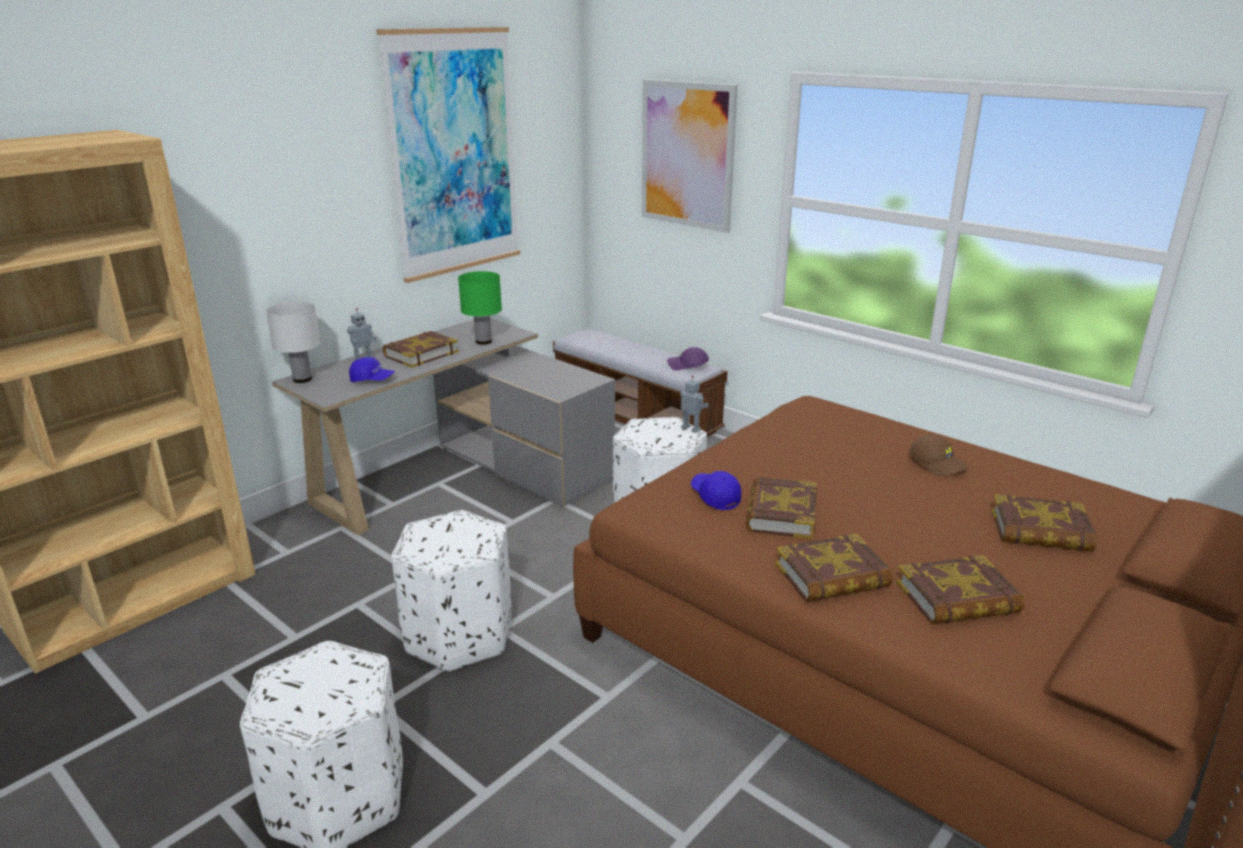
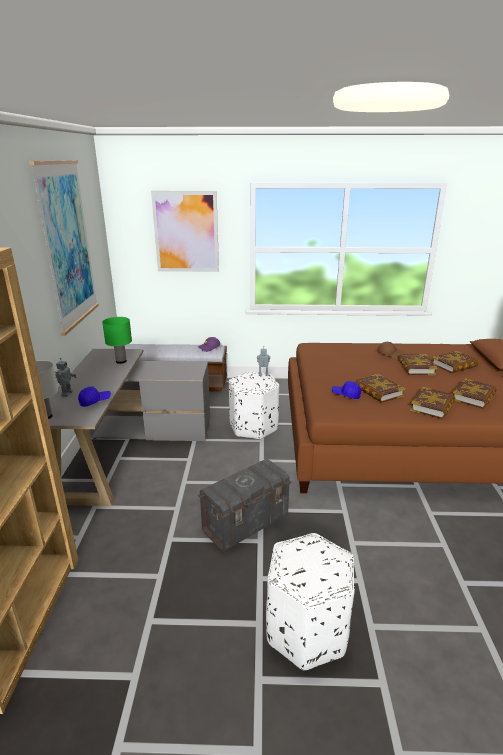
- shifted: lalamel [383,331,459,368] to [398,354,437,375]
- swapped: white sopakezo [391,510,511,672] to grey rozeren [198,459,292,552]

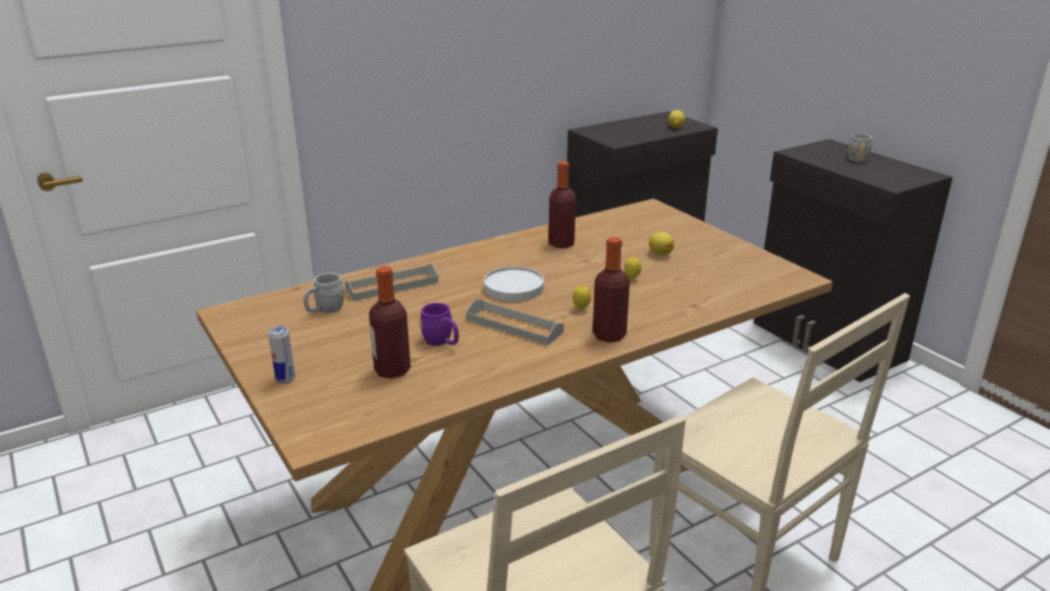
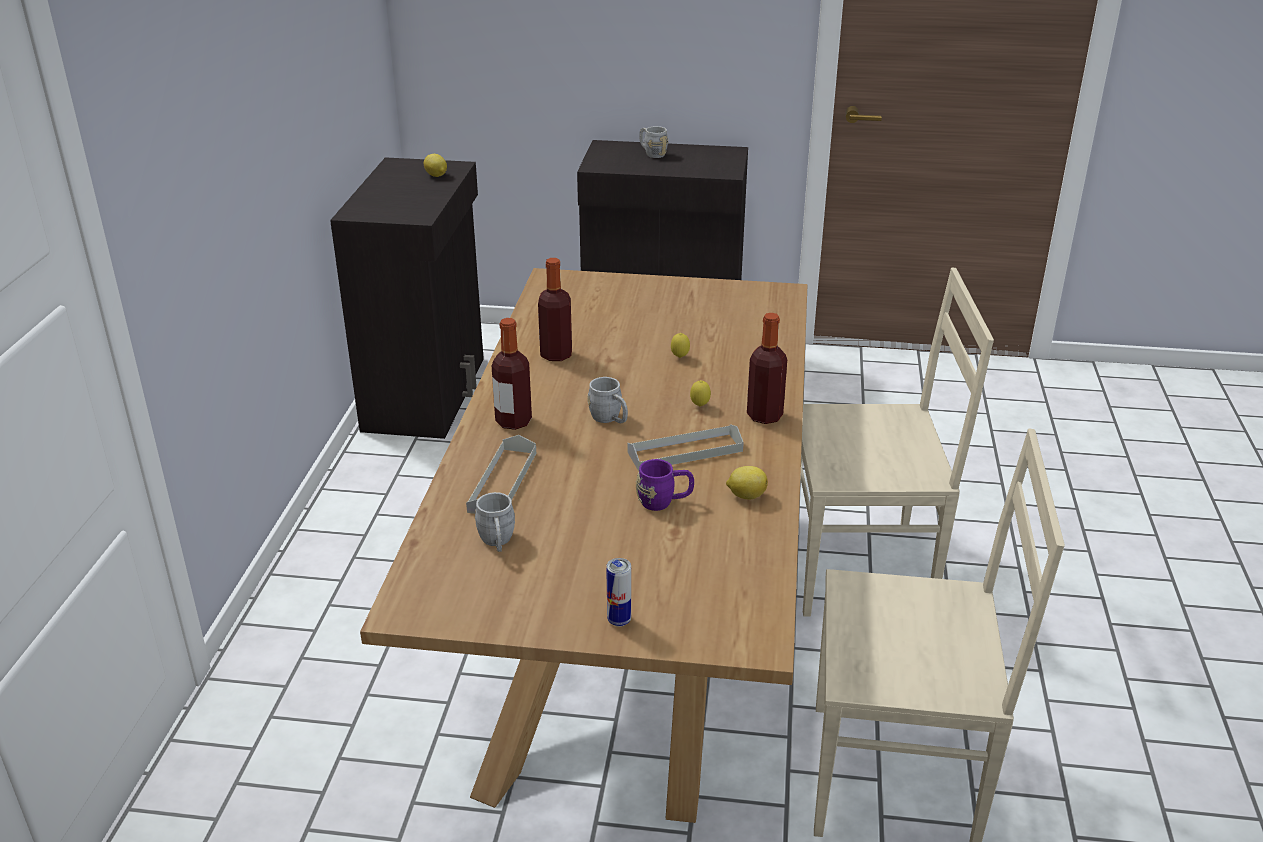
- shifted: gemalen [649,232,674,256] to [726,466,768,500]
- shifted: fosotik [369,266,411,379] to [492,318,532,430]
- swapped: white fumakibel [484,267,544,302] to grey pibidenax [587,377,628,423]

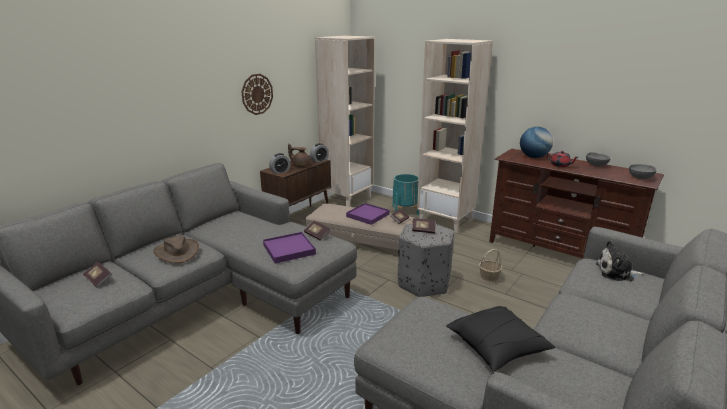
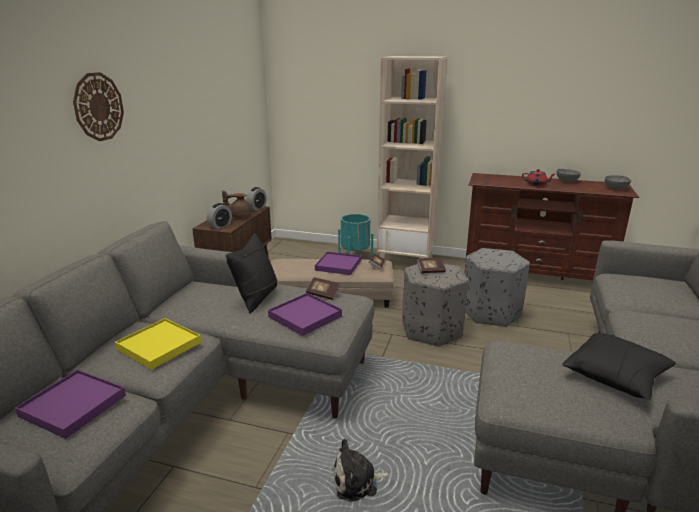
- gone: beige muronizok [315,36,375,207]
- shifted: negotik [241,74,273,115] to [73,72,124,141]
- gone: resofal [520,127,553,158]
- swapped: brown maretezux [154,235,199,263] to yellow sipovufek [115,318,201,370]
- shifted: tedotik [595,241,644,281] to [332,439,390,502]
- swapped: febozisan [479,249,503,284] to grey sopakezo [465,248,530,327]
- swapped: lalamel [83,262,112,288] to purple sipovufek [15,370,126,439]
- new: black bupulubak [225,233,278,313]

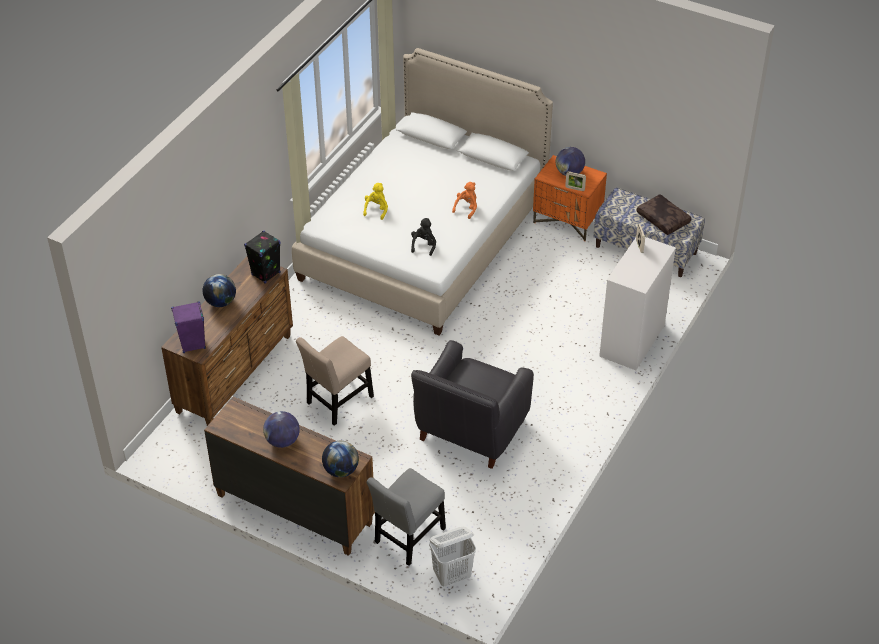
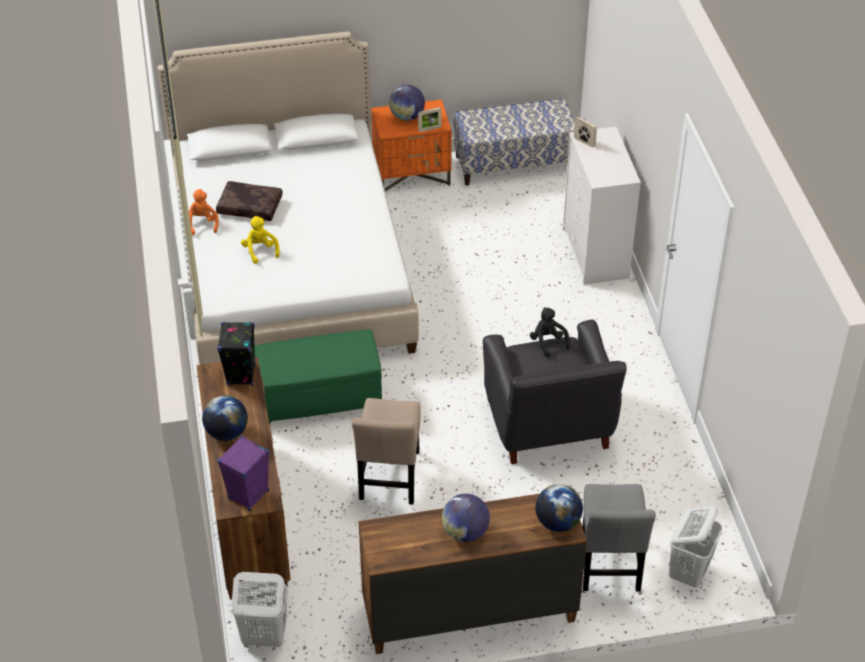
- shifted: orange tedotik [452,182,477,219] to [189,189,219,236]
- shifted: brown bupulubak [636,194,691,235] to [216,181,283,221]
- shifted: black tedotik [411,218,436,256] to [530,307,570,357]
- new: green sopakezo [254,329,382,425]
- new: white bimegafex [231,572,288,647]

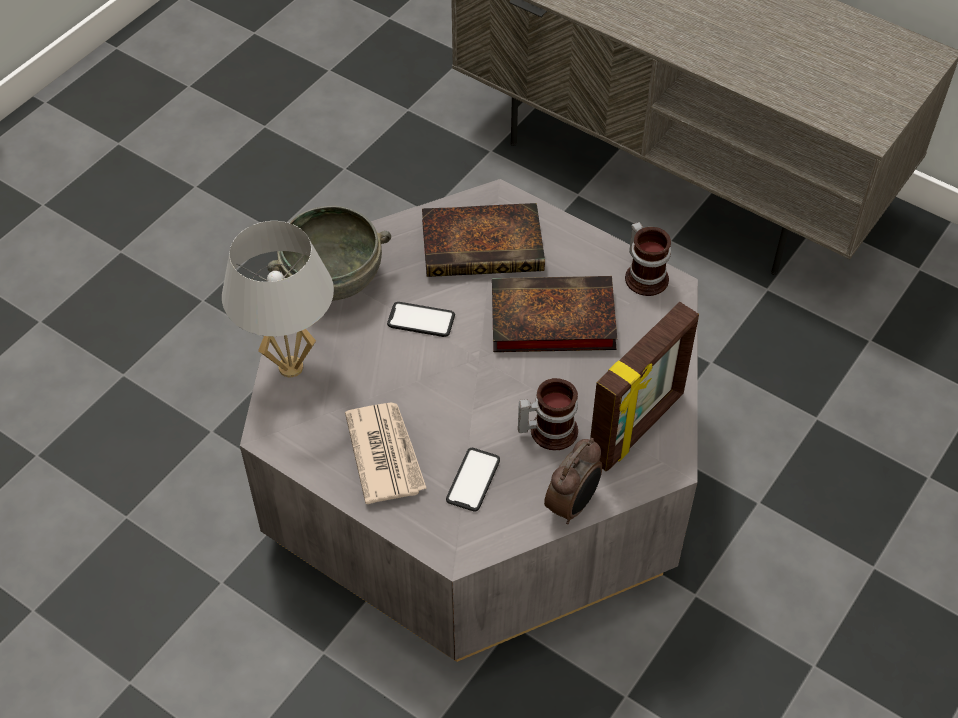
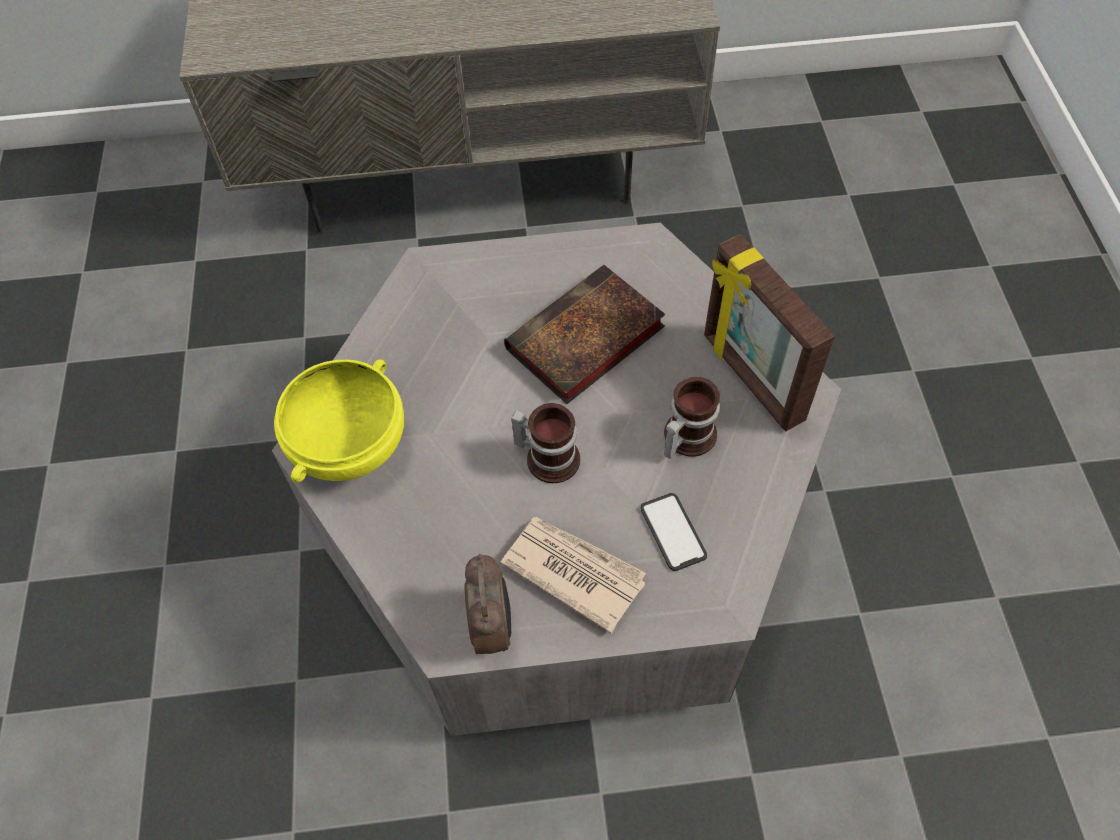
- gone: lalamel [422,203,545,277]
- repainted: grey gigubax [267,206,391,301] to yellow gigubax [274,359,404,482]
- gone: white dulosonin [222,221,334,377]
- shifted: pibidenax [625,222,671,296] to [511,403,580,483]
- gone: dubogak [387,302,455,337]
- rotated: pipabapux [590,302,699,471] = [704,234,835,432] 150 degrees clockwise
- shifted: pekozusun [544,438,602,524] to [465,554,511,654]

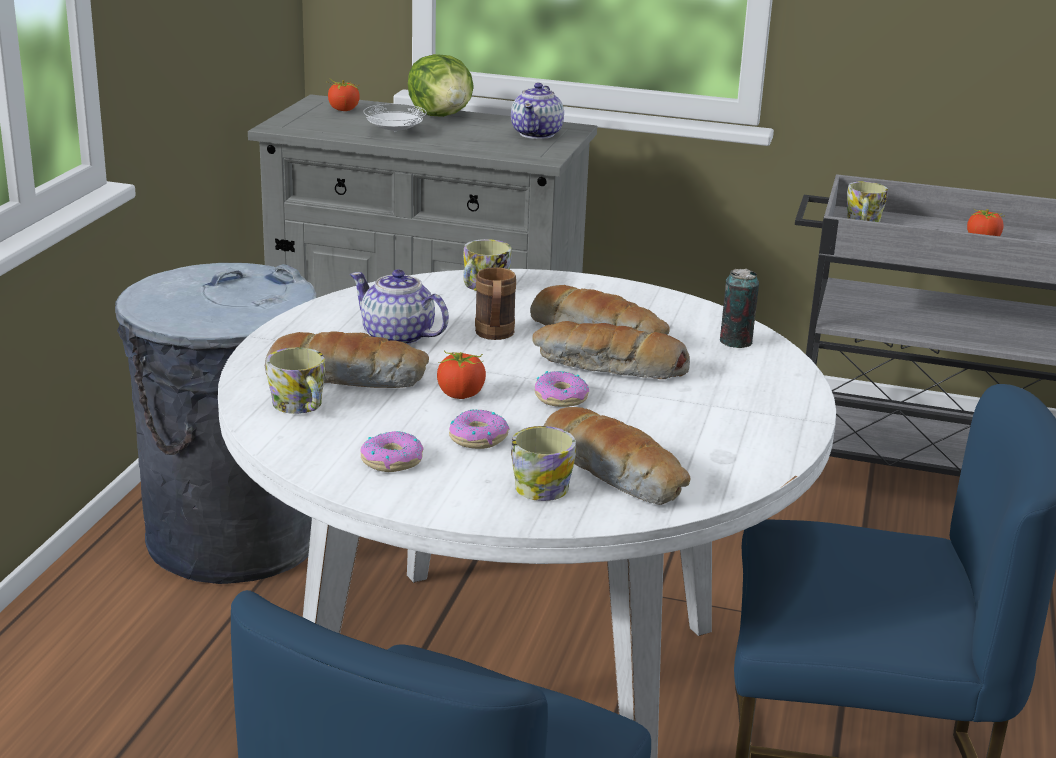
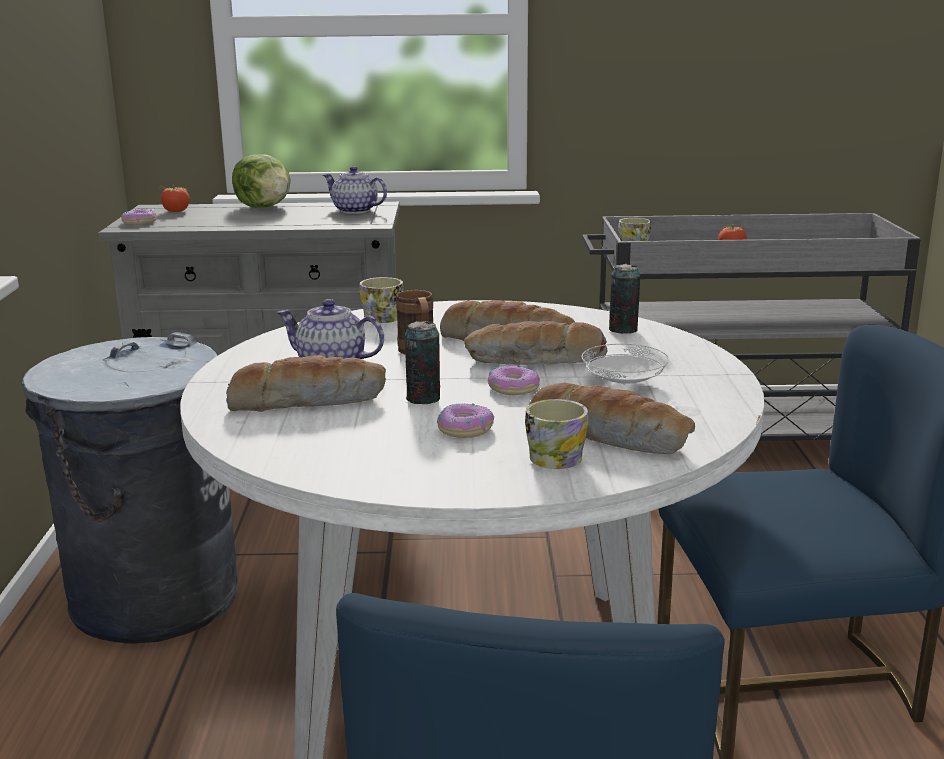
- rotated: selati [511,83,564,139] = [323,166,387,214] 120 degrees clockwise
- shifted: white fumakibel [363,104,427,133] to [582,344,669,385]
- gone: pibidenax [266,347,325,414]
- swapped: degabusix [437,351,486,399] to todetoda [405,321,440,404]
- shifted: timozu [361,431,424,472] to [121,209,156,225]

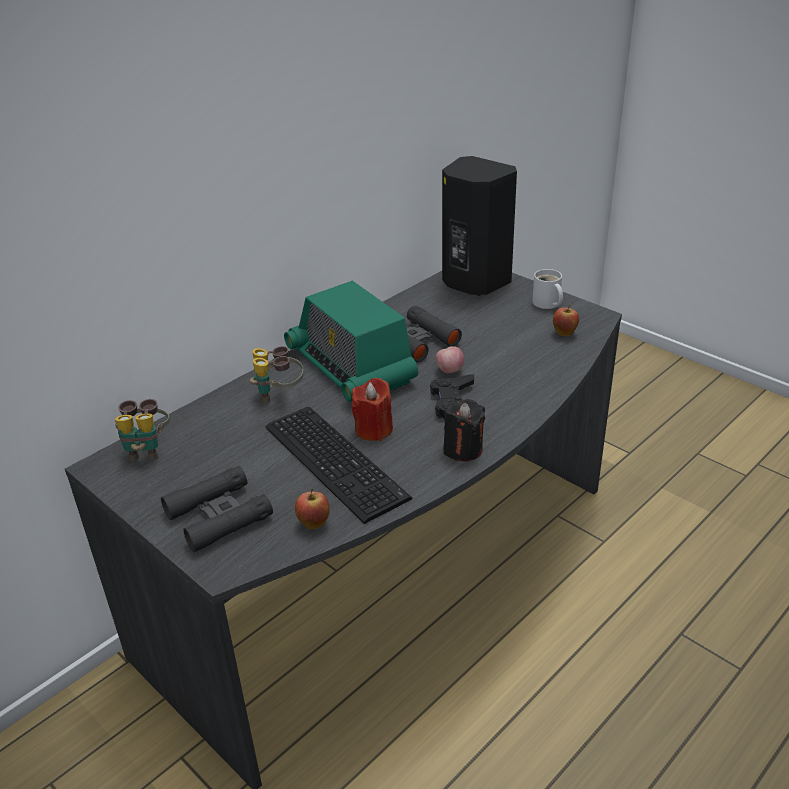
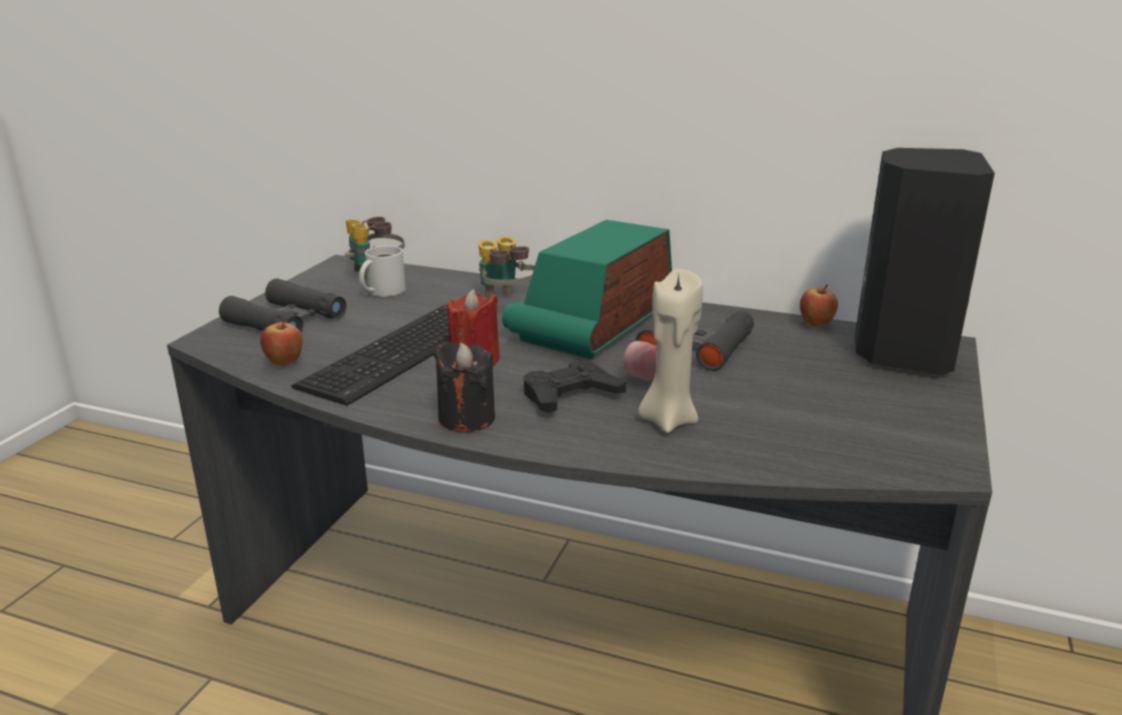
- shifted: white pibidenax [532,269,563,309] to [359,246,406,297]
- shifted: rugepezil [553,305,579,336] to [800,284,838,327]
- new: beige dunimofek [638,269,703,433]

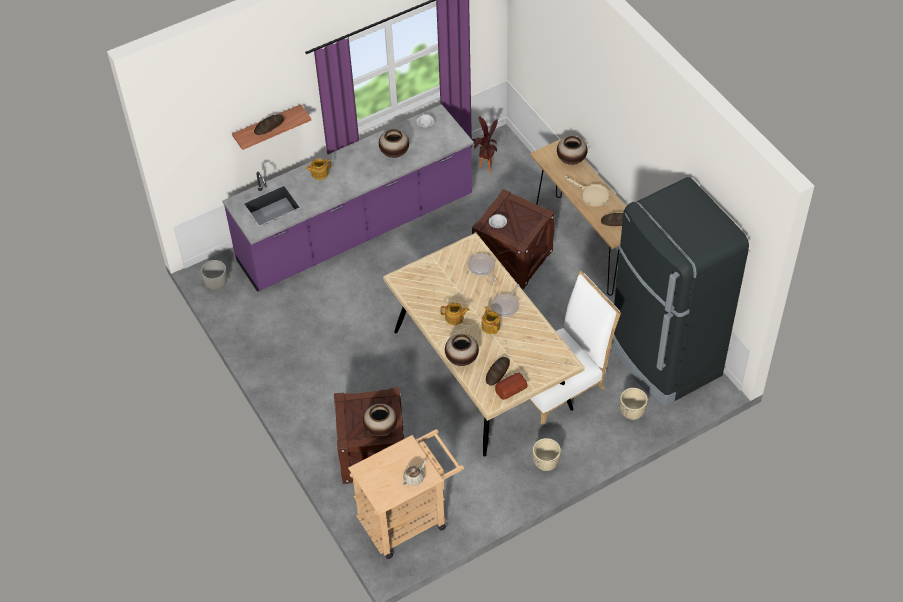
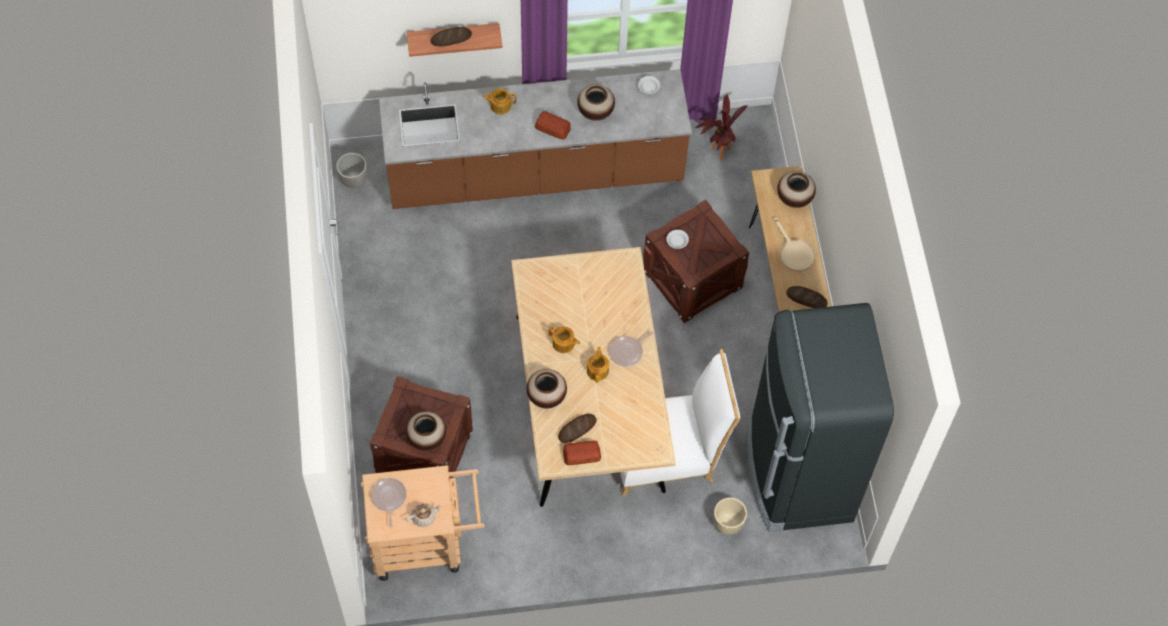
- repainted: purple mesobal [222,104,474,292] to brown mesobal [379,69,692,209]
- shifted: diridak [468,253,496,282] to [371,478,407,527]
- gone: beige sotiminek [532,438,561,471]
- new: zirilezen [535,111,571,140]

